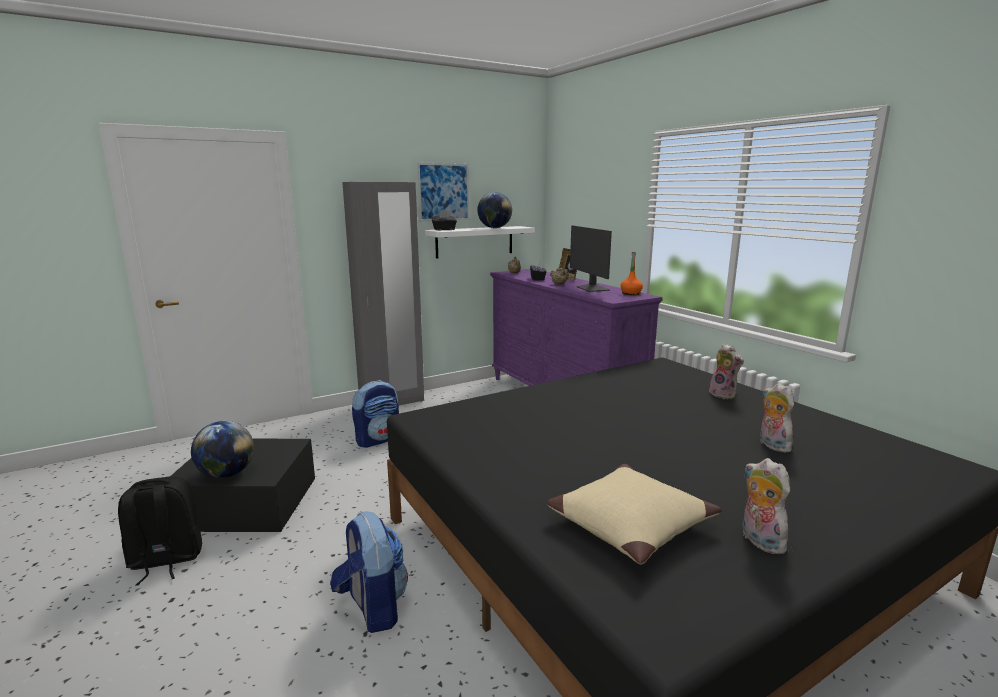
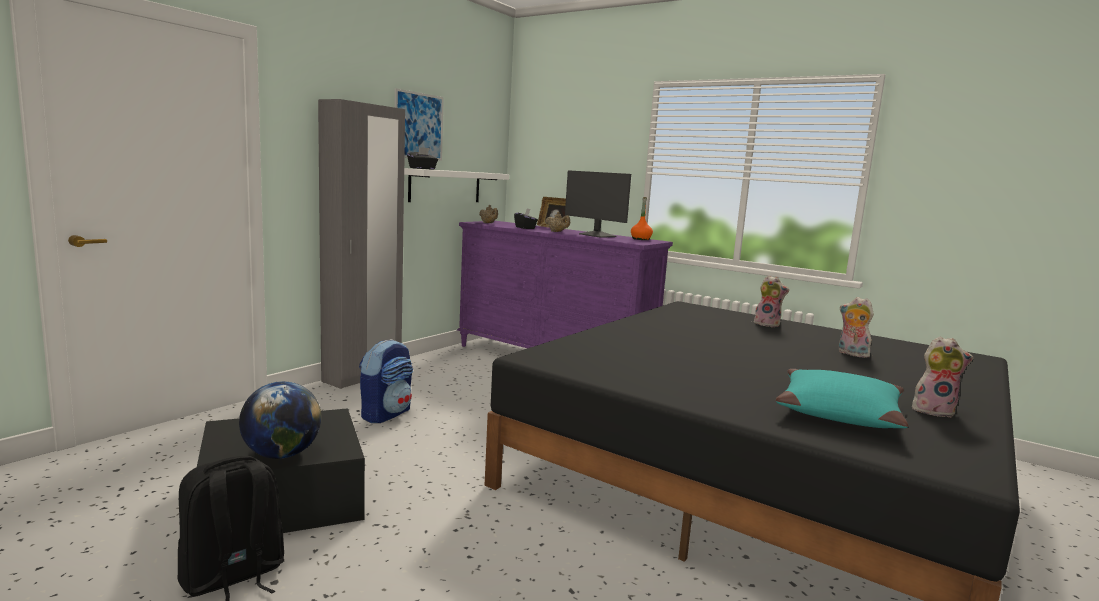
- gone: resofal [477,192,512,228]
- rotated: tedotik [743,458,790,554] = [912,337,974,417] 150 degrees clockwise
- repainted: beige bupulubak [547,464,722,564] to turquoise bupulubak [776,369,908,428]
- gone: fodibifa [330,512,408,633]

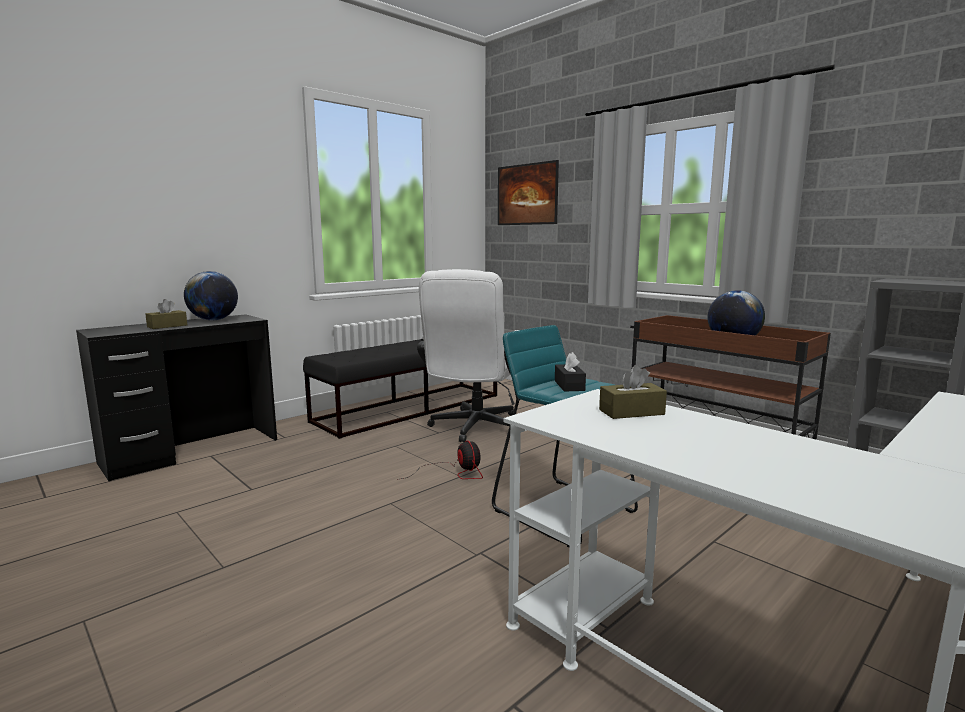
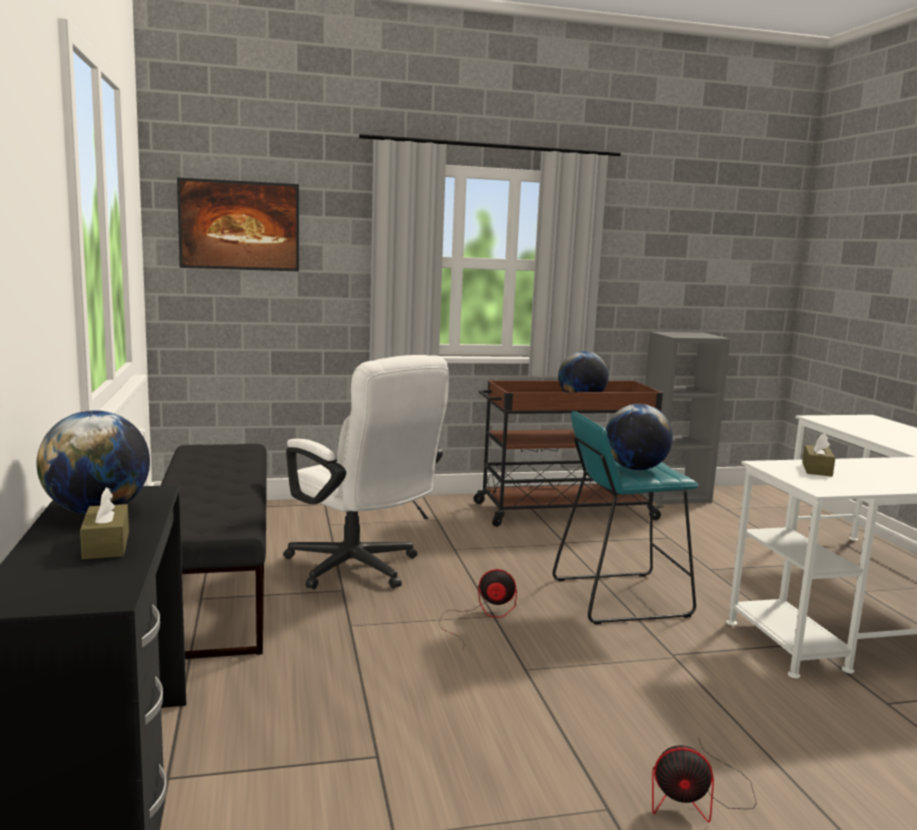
- swapped: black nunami [555,352,586,391] to resofal [606,404,673,470]
- new: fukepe [652,738,757,822]

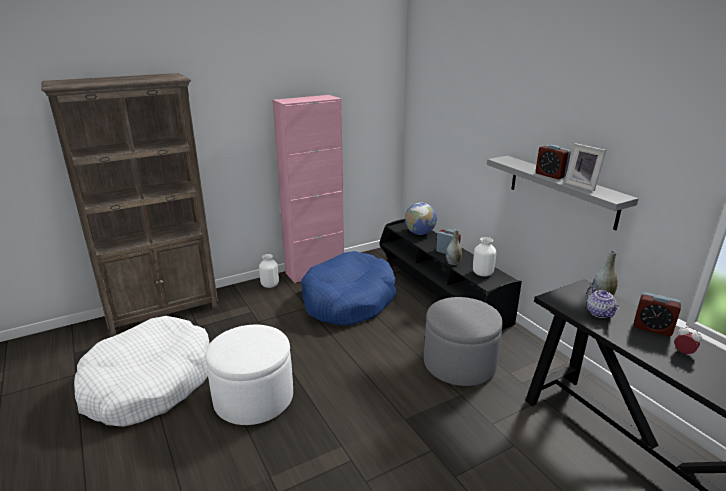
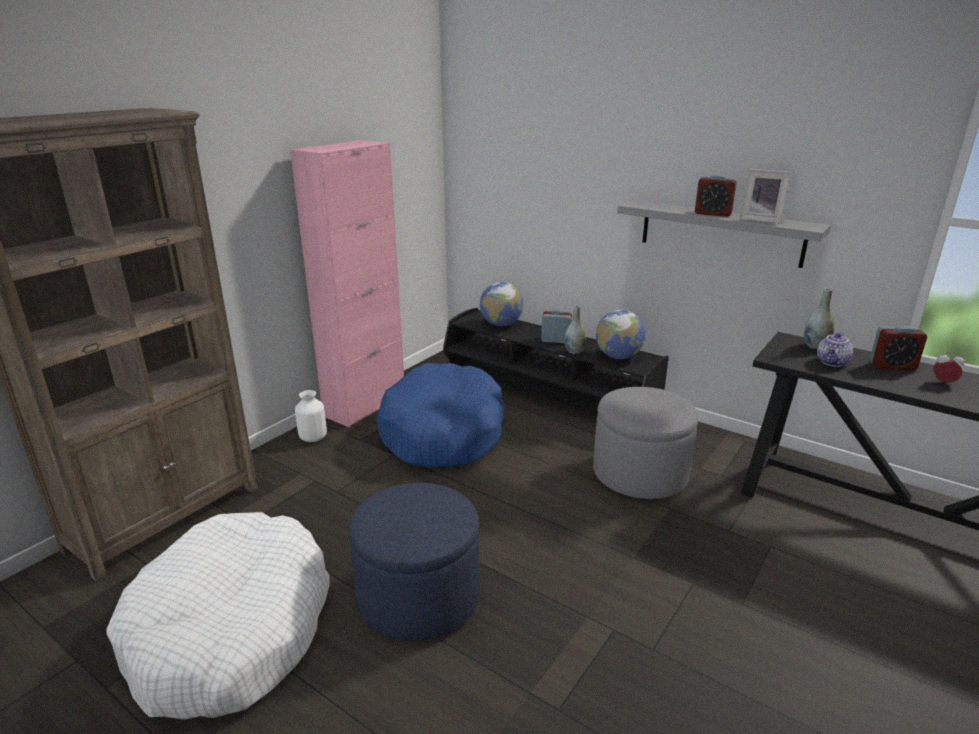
- swapped: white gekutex [473,237,496,276] to resofal [596,310,646,359]
- rotated: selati [587,286,620,318] = [817,332,853,367] 75 degrees clockwise
- repainted: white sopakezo [205,325,293,425] to blue sopakezo [349,483,480,641]

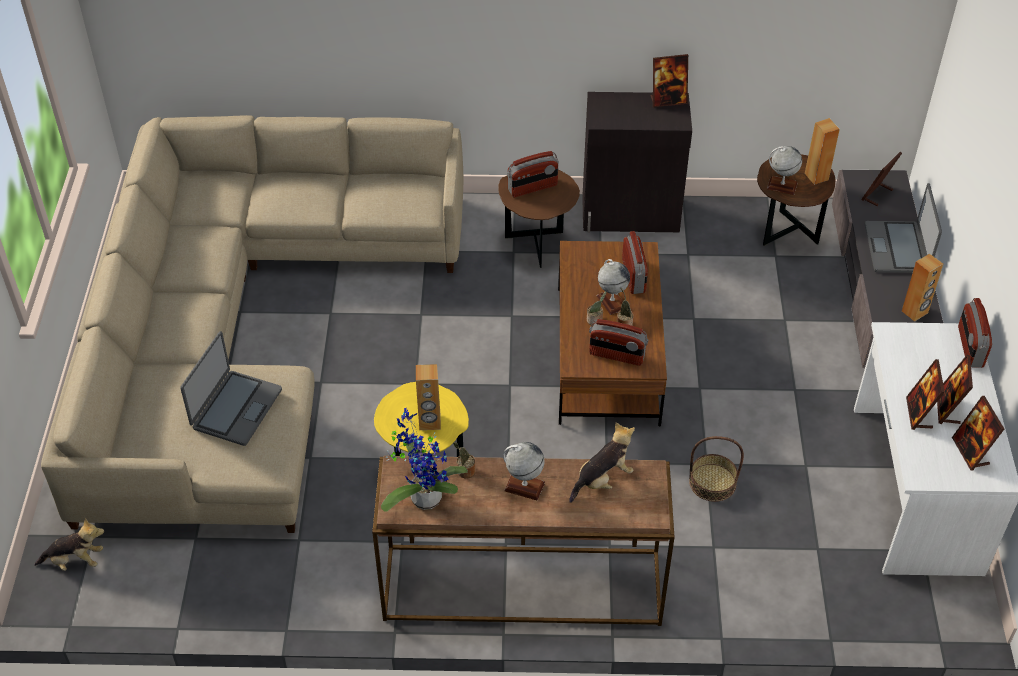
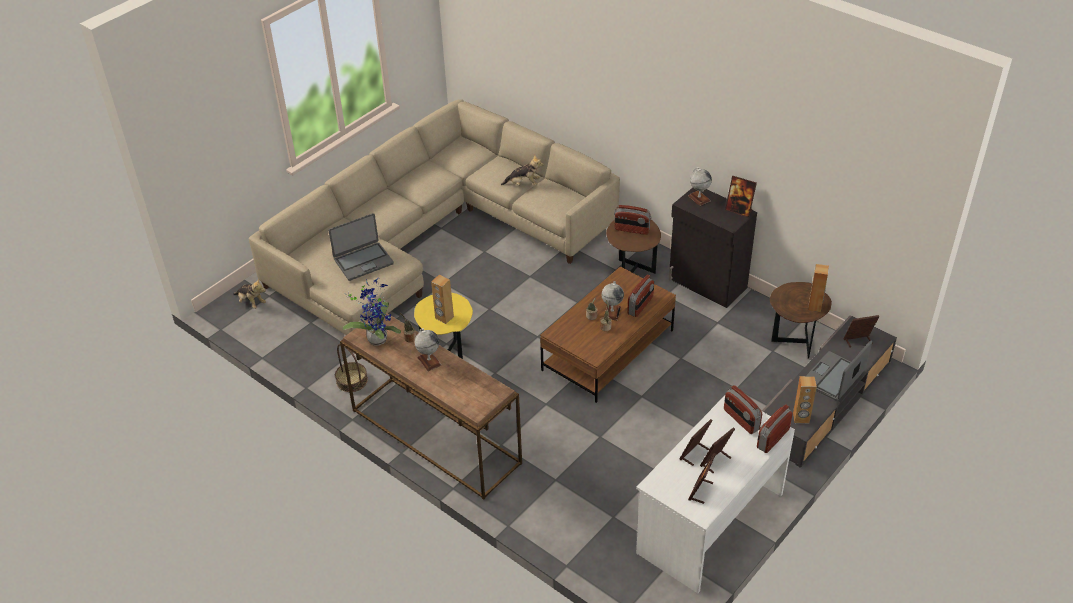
- shifted: resofal [767,146,802,195] to [688,167,712,206]
- shifted: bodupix [589,319,648,366] to [724,385,762,434]
- shifted: tedotik [569,422,635,503] to [501,155,544,186]
- shifted: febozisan [689,436,744,502] to [335,344,368,392]

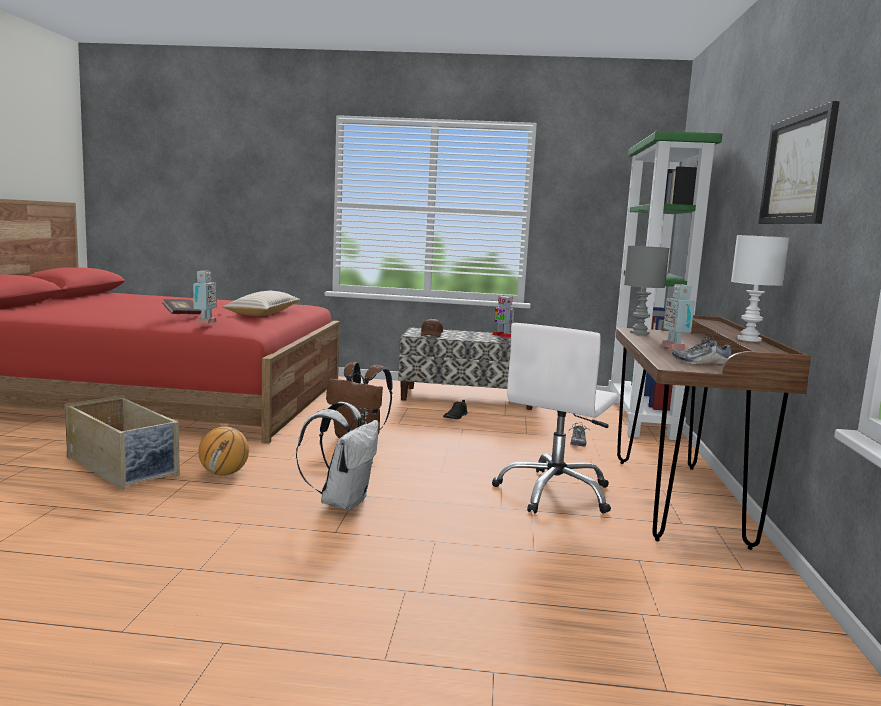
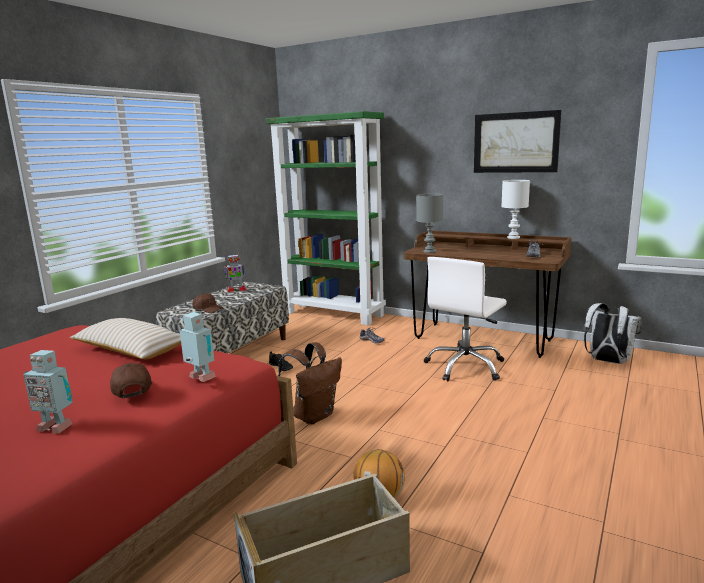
- shifted: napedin [662,284,695,350] to [23,350,72,433]
- swapped: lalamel [163,299,201,314] to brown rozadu [110,363,152,398]
- rotated: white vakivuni [492,323,618,514] = [424,257,507,381] 75 degrees clockwise
- shifted: white fodibifa [296,402,378,510] to [584,303,642,364]

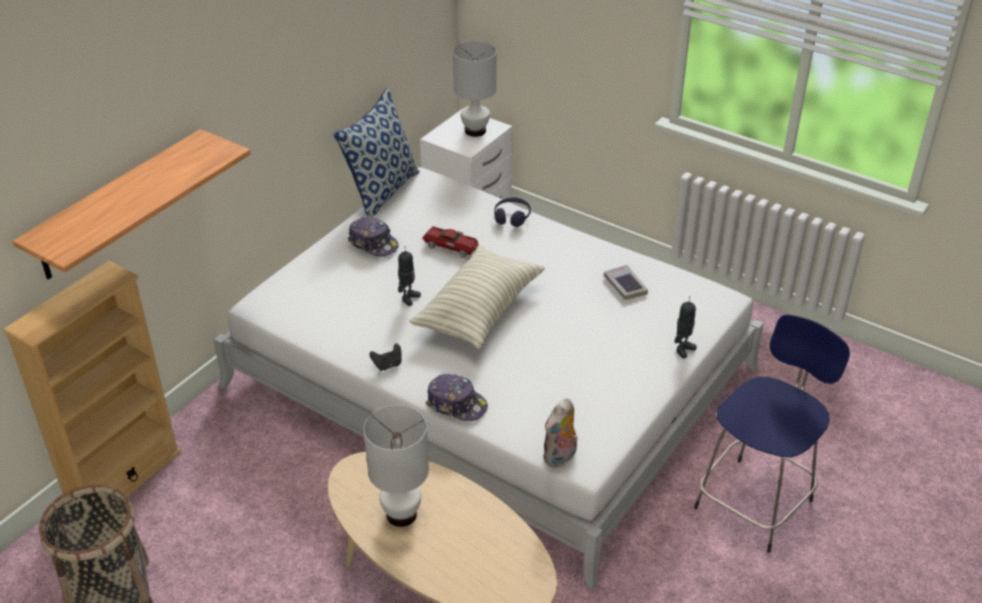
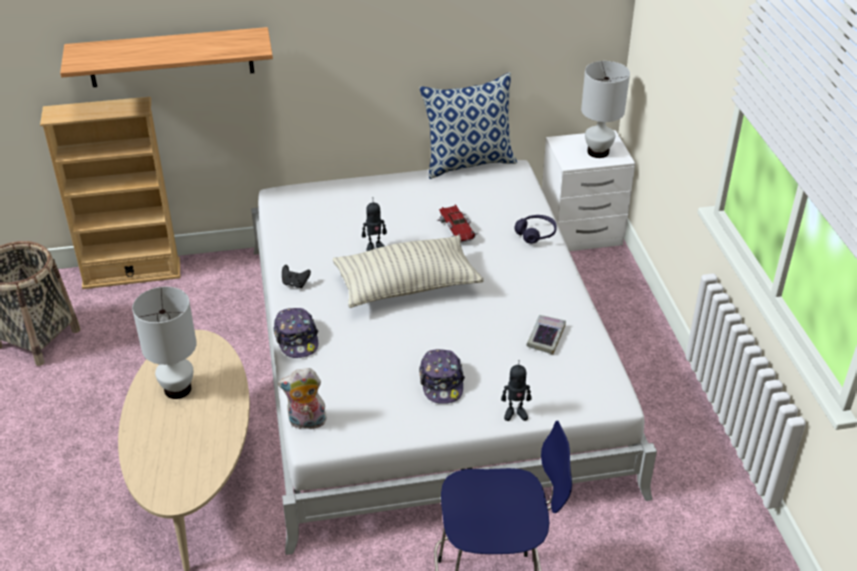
- shifted: rozadu [348,217,399,257] to [419,349,465,404]

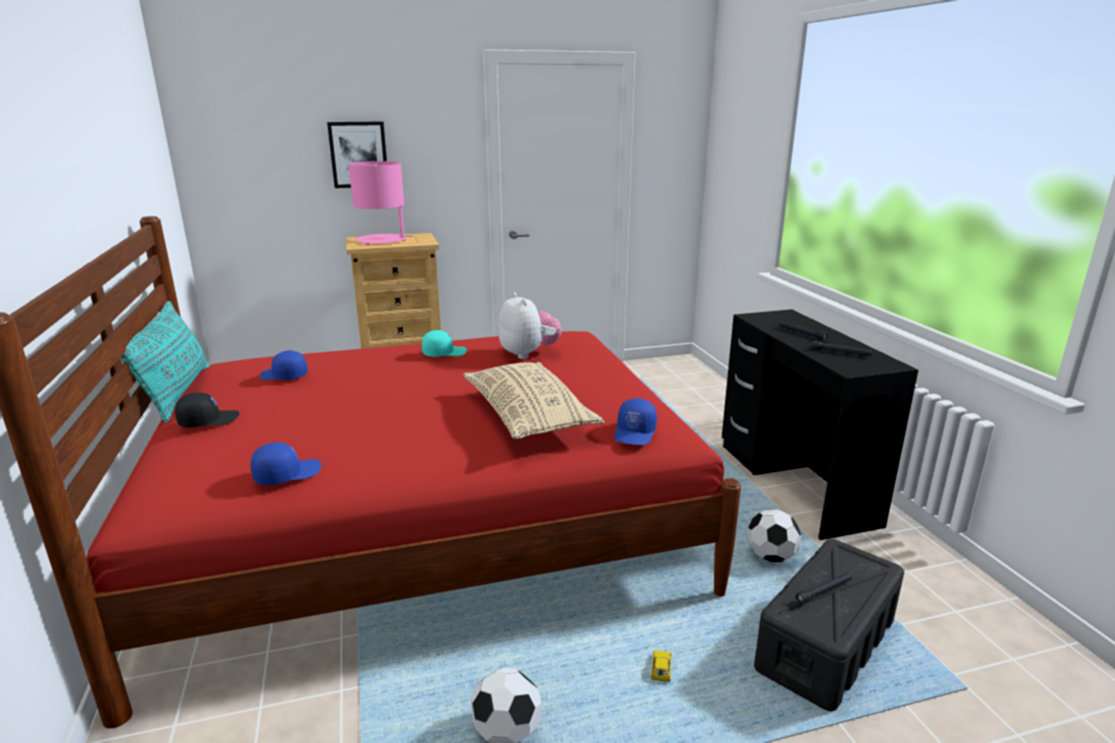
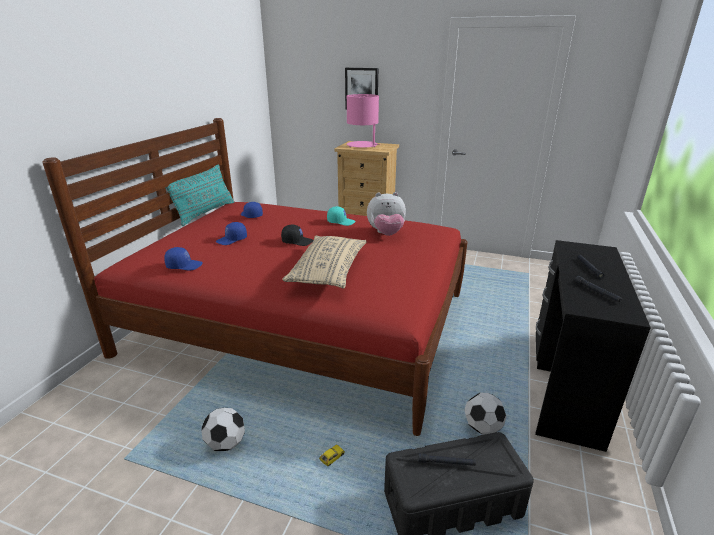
- rotated: tedotik [498,292,561,359] = [367,192,406,236] 75 degrees clockwise
- shifted: black rozadu [175,392,240,427] to [281,225,313,246]
- shifted: blue rozadu [614,398,657,445] to [216,222,247,245]

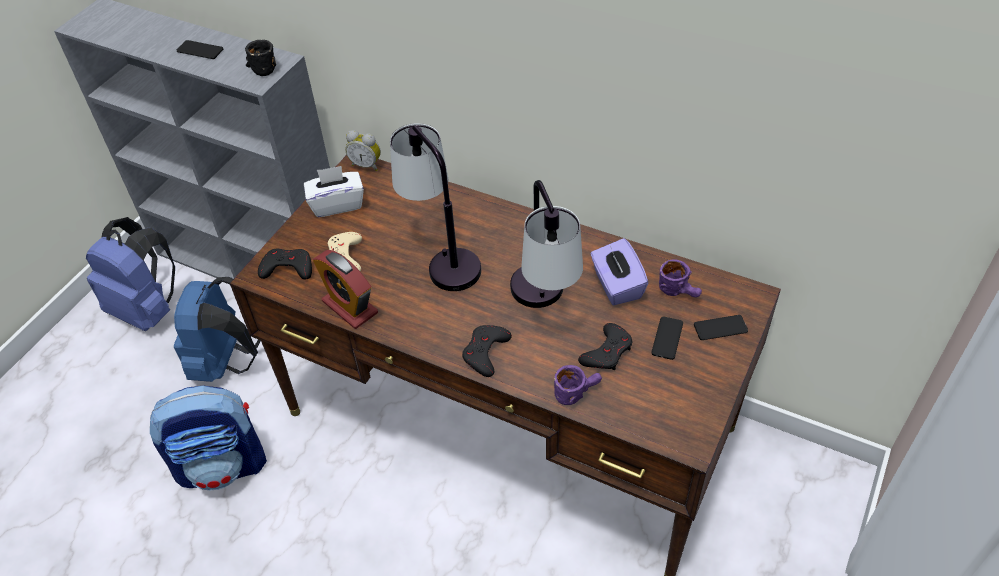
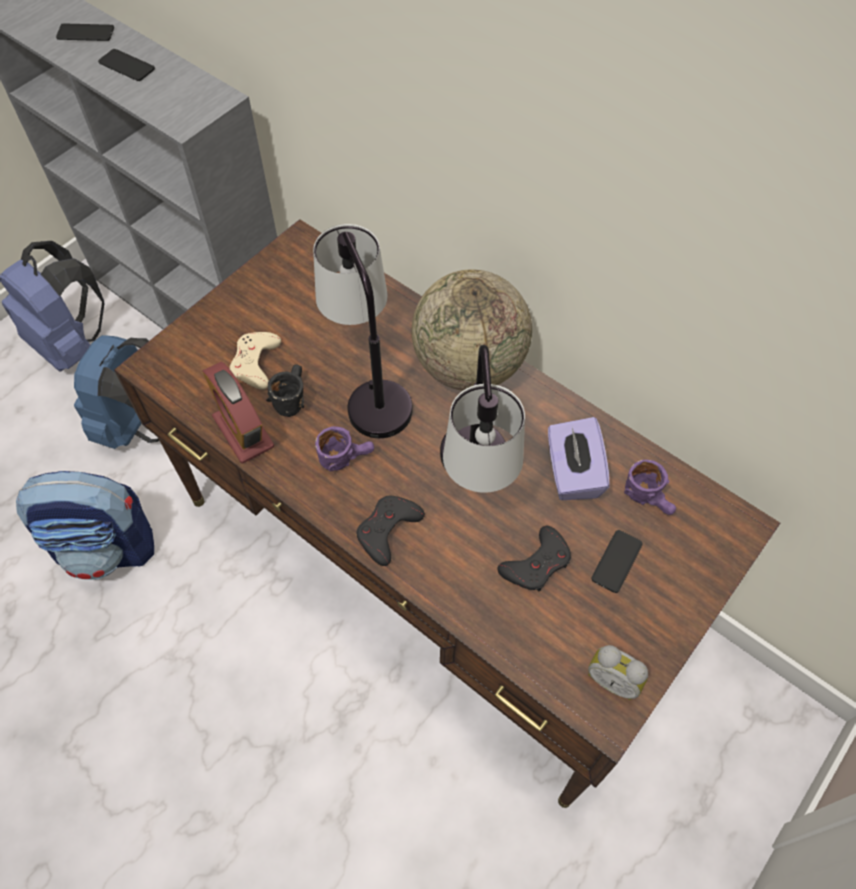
- shifted: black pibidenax [245,40,276,76] to [266,364,304,417]
- shifted: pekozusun [345,130,381,171] to [588,645,648,700]
- gone: white nunami [304,166,364,217]
- gone: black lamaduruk [258,249,312,280]
- shifted: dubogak [694,315,748,340] to [56,24,114,41]
- shifted: purple pibidenax [554,365,602,405] to [315,426,374,472]
- new: resofal [412,269,532,391]

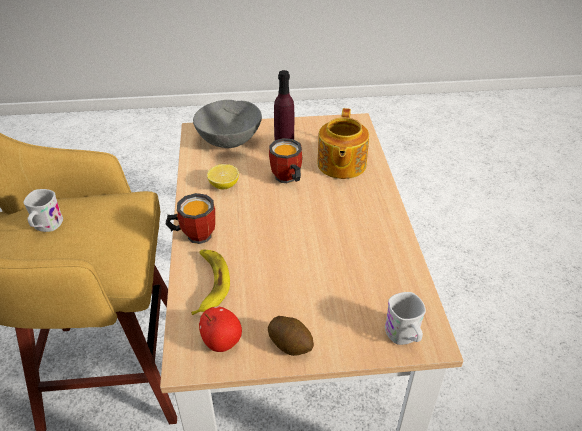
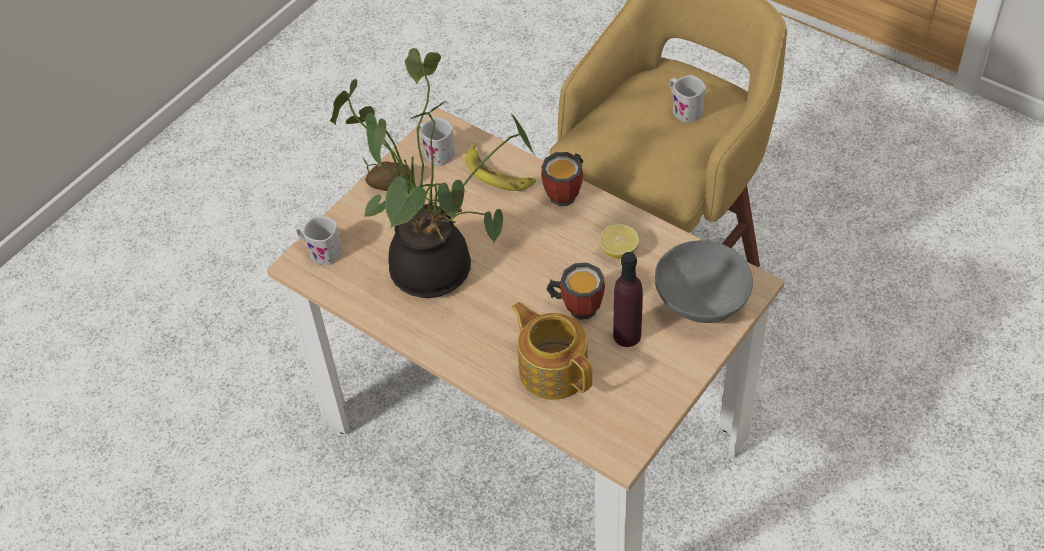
- swapped: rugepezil [199,307,242,352] to white pibidenax [417,117,455,166]
- new: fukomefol [330,48,536,298]

